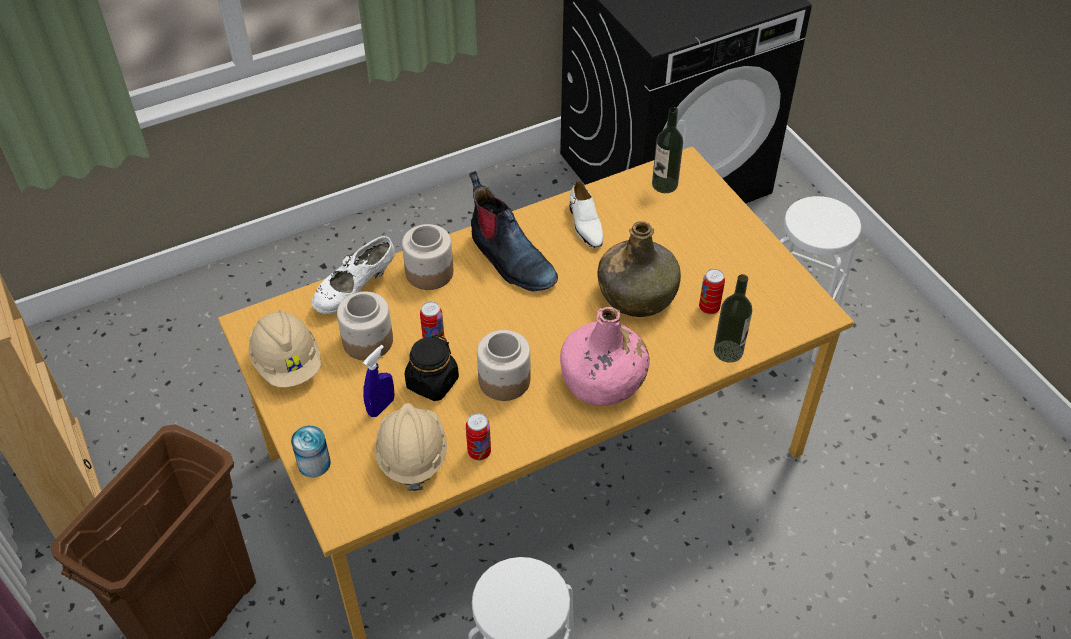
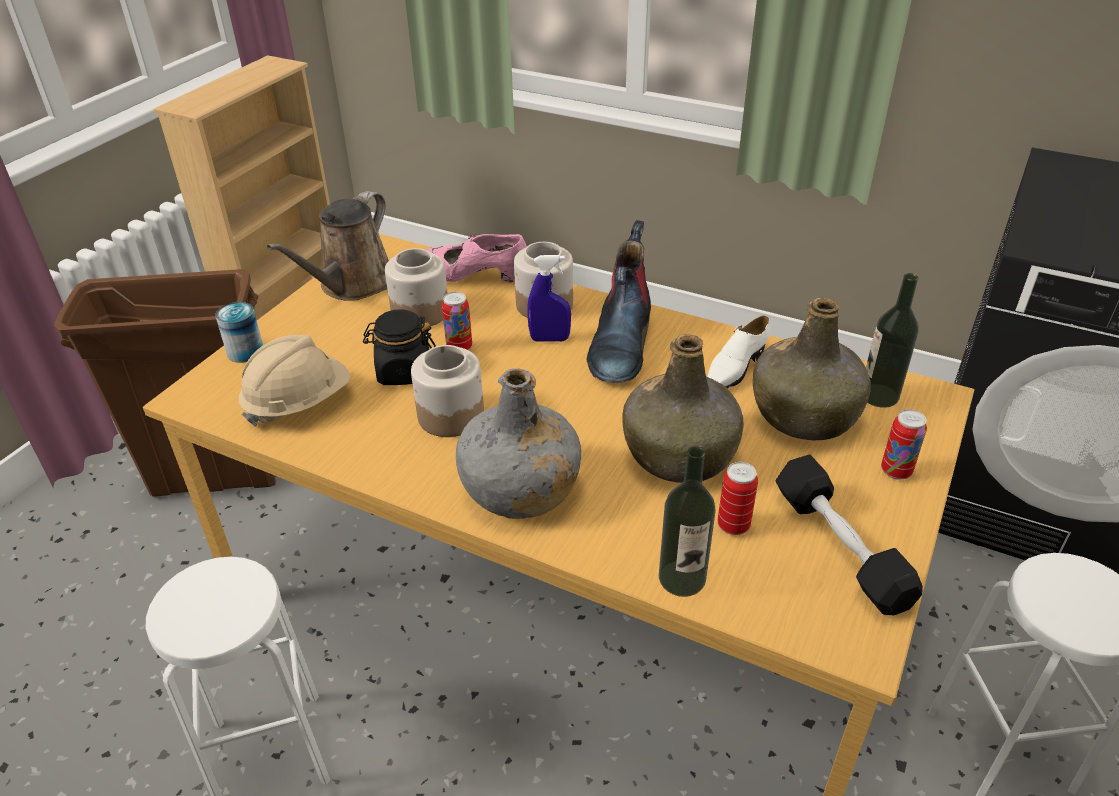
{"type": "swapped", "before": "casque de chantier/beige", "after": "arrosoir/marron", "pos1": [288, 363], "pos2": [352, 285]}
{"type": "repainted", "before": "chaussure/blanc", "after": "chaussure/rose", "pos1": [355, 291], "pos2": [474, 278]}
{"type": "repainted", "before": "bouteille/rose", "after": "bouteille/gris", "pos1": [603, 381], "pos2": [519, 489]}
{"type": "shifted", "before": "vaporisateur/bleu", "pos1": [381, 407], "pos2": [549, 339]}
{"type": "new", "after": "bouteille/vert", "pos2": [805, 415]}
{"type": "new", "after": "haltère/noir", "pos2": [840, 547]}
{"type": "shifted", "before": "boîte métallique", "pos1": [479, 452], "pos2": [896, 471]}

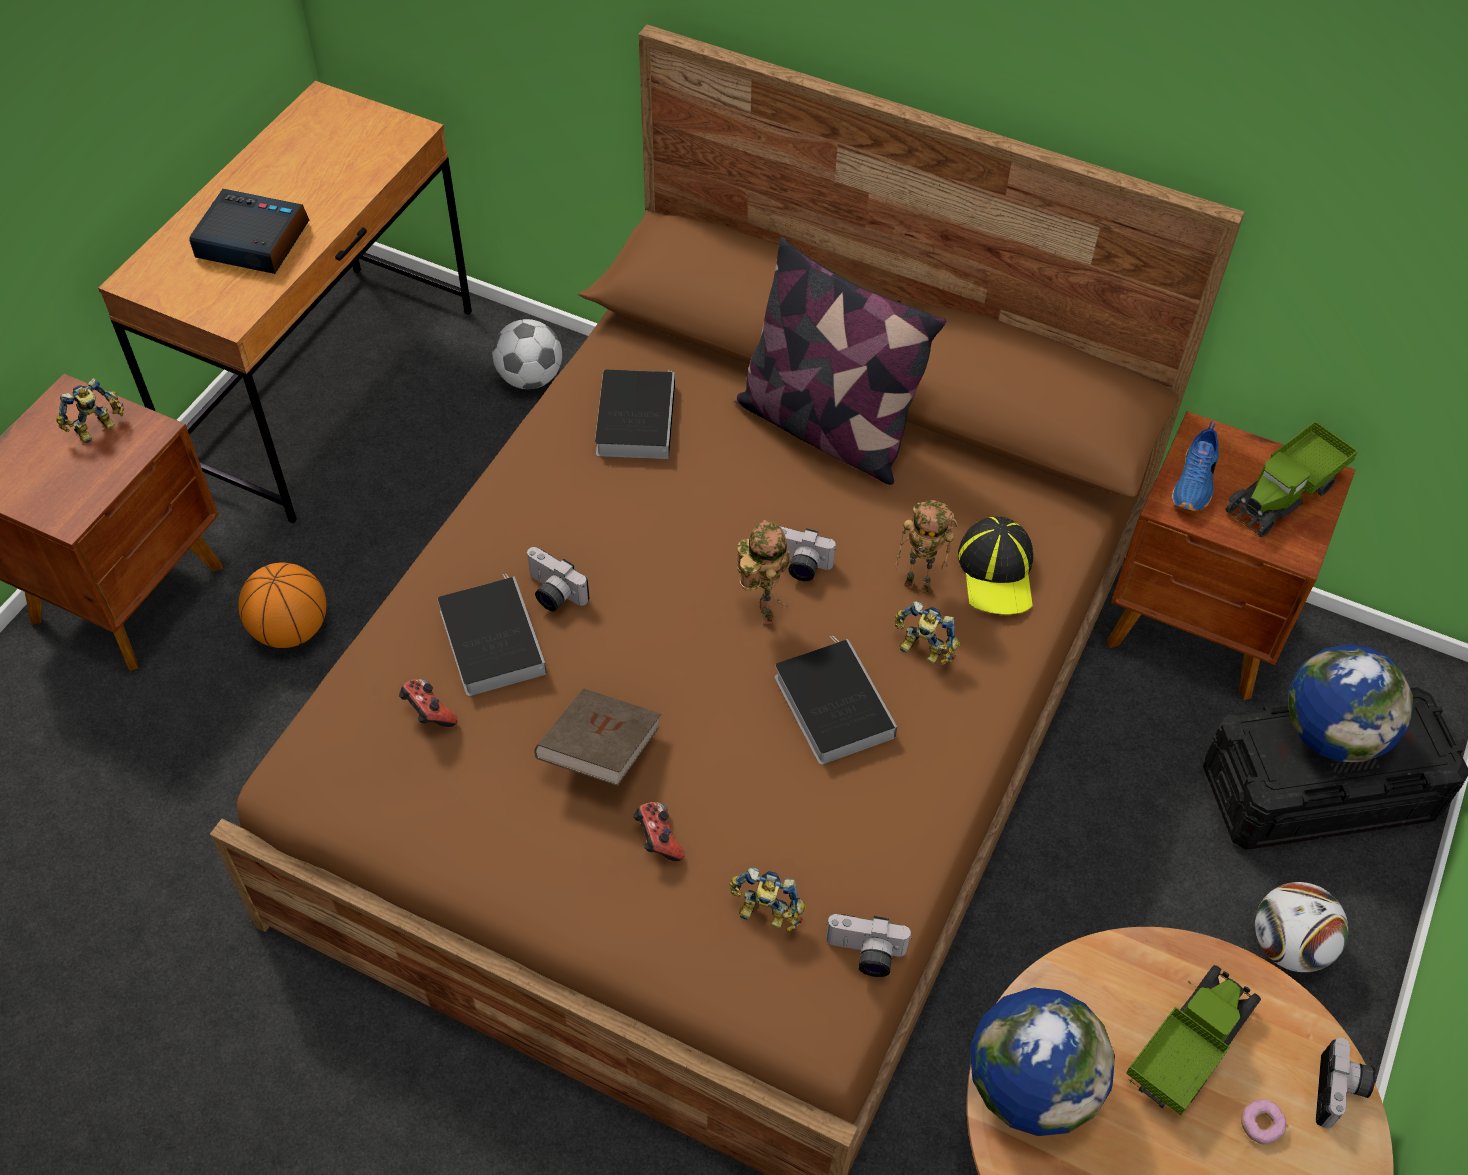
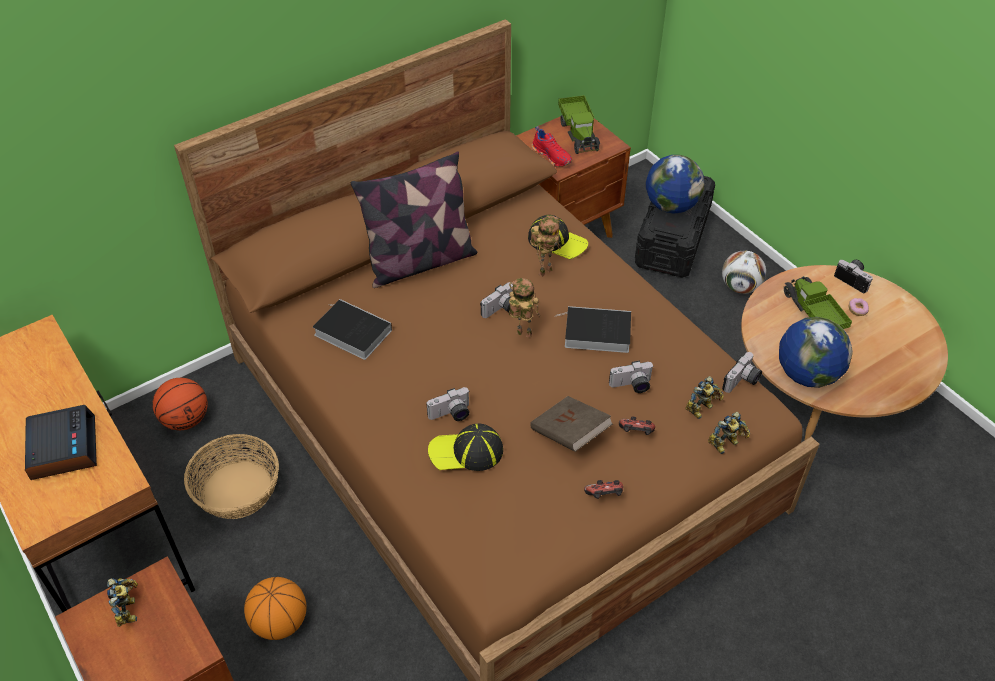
{"type": "rotated", "before": "réveil", "pos1": [251, 241], "pos2": [62, 448], "turn": 120}
{"type": "swapped", "before": "ballon de foot", "after": "ballon de basket", "pos1": [530, 378], "pos2": [185, 419]}
{"type": "new", "after": "panier", "pos2": [237, 489]}
{"type": "swapped", "before": "livre", "after": "casquette", "pos1": [490, 638], "pos2": [466, 452]}
{"type": "repainted", "before": "chaussure/bleu", "after": "chaussure/rouge", "pos1": [1195, 483], "pos2": [552, 156]}
{"type": "shifted", "before": "manette", "pos1": [428, 713], "pos2": [604, 496]}
{"type": "new", "after": "appareil photo", "pos2": [631, 386]}
{"type": "shifted", "before": "robot jouet", "pos1": [922, 651], "pos2": [727, 444]}

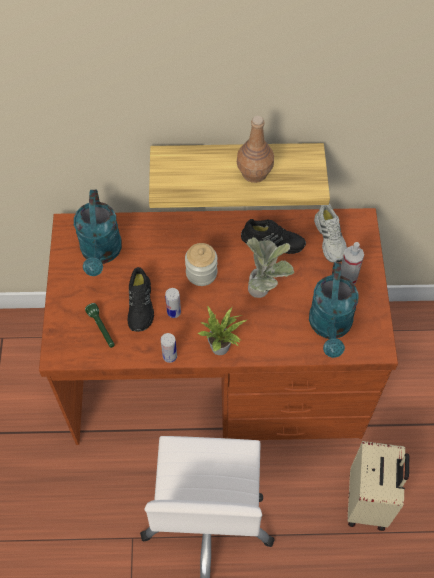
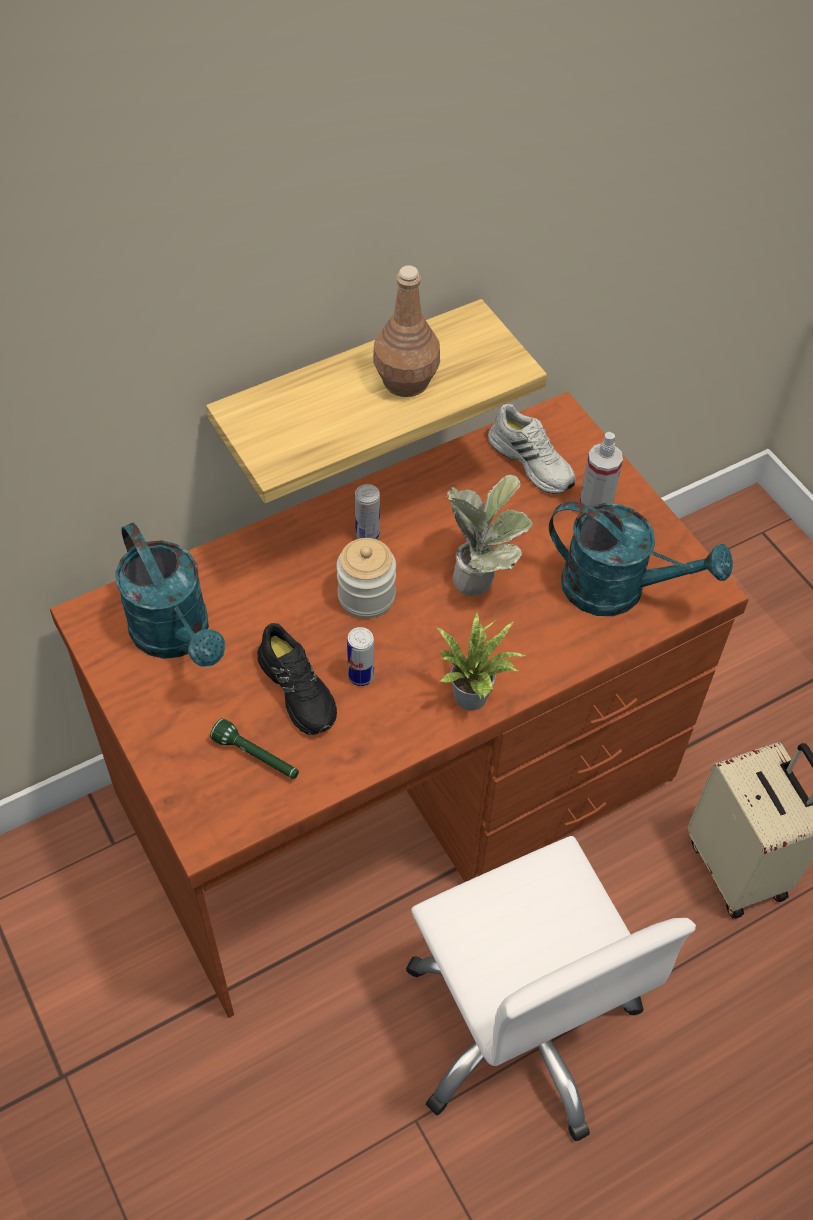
{"type": "shifted", "before": "boîte métallique", "pos1": [170, 356], "pos2": [367, 534]}
{"type": "rotated", "before": "arrosoir/turquoise", "pos1": [330, 327], "pos2": [618, 590], "turn": -45}
{"type": "gone", "before": "chaussure/noir", "pos1": [273, 240]}

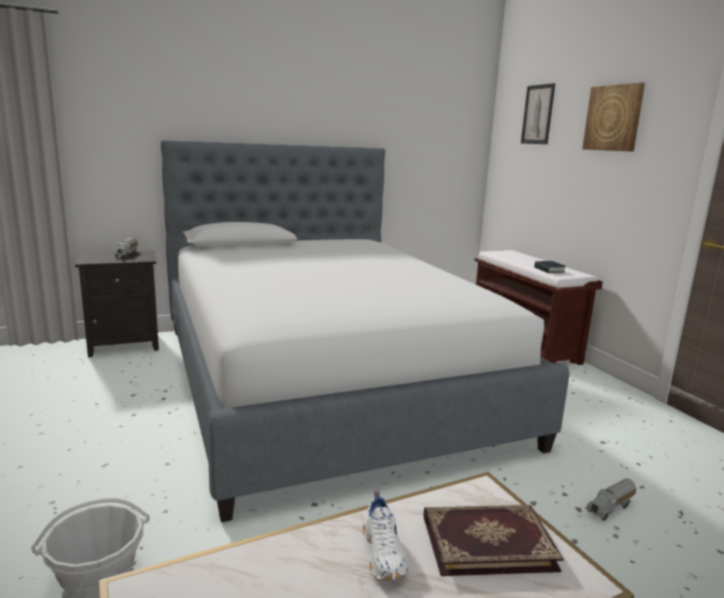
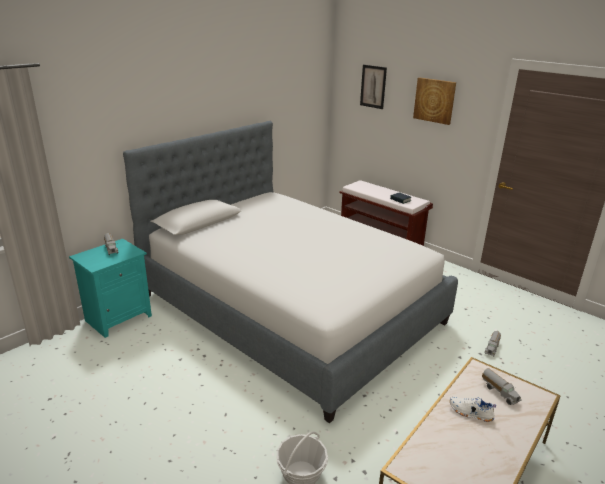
{"type": "repainted", "before": "table de chevet/noir", "after": "table de chevet/turquoise", "pos1": [125, 344], "pos2": [119, 317]}
{"type": "rotated", "before": "chaussure/blanc", "pos1": [384, 553], "pos2": [470, 413], "turn": 150}
{"type": "swapped", "before": "livre", "after": "camion jouet", "pos1": [487, 541], "pos2": [500, 392]}

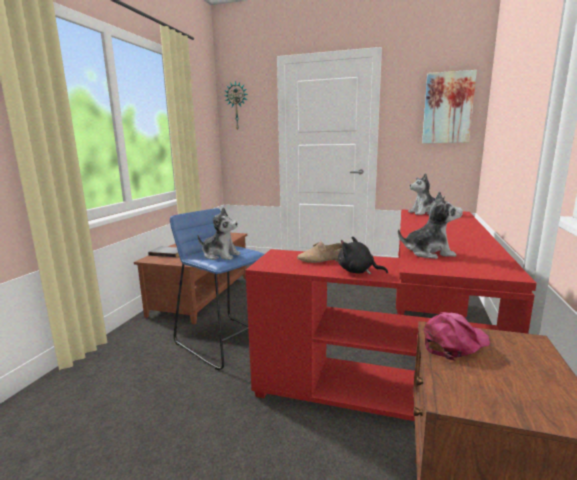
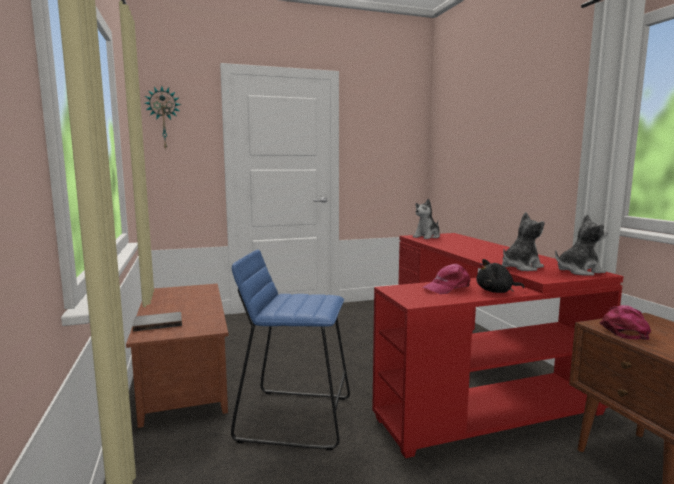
{"type": "swapped", "before": "chaussure/beige", "after": "casquette/rose", "pos1": [323, 260], "pos2": [447, 288]}
{"type": "shifted", "before": "peluche", "pos1": [220, 255], "pos2": [578, 271]}
{"type": "gone", "before": "tableau", "pos1": [447, 108]}

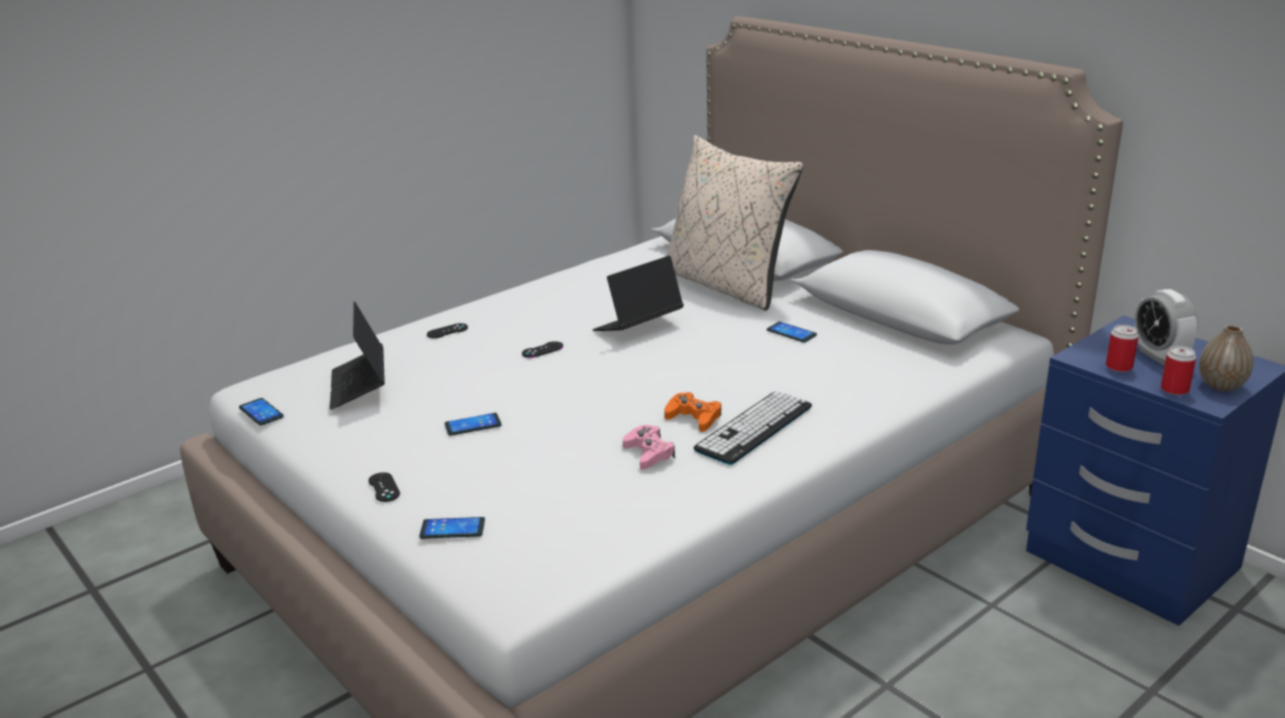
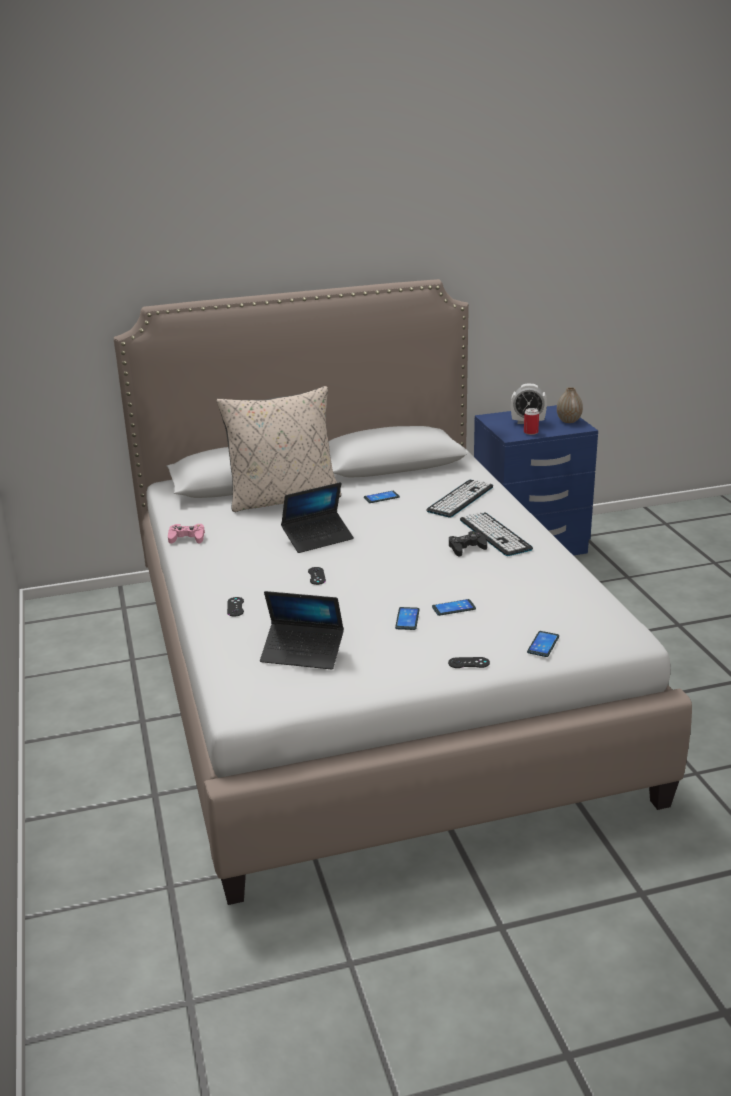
{"type": "shifted", "before": "manette/rose", "pos1": [649, 453], "pos2": [187, 538]}
{"type": "rotated", "before": "ordinateur portable", "pos1": [638, 327], "pos2": [318, 538], "turn": -105}
{"type": "new", "after": "clavier", "pos2": [460, 499]}
{"type": "shifted", "before": "téléphone", "pos1": [261, 412], "pos2": [453, 608]}
{"type": "repainted", "before": "manette/orange", "after": "manette/noir", "pos1": [694, 418], "pos2": [466, 548]}
{"type": "gone", "before": "boîte métallique", "pos1": [1174, 390]}

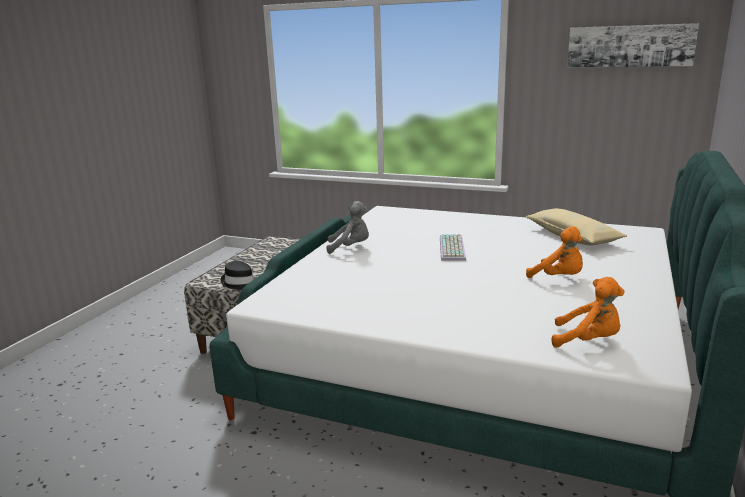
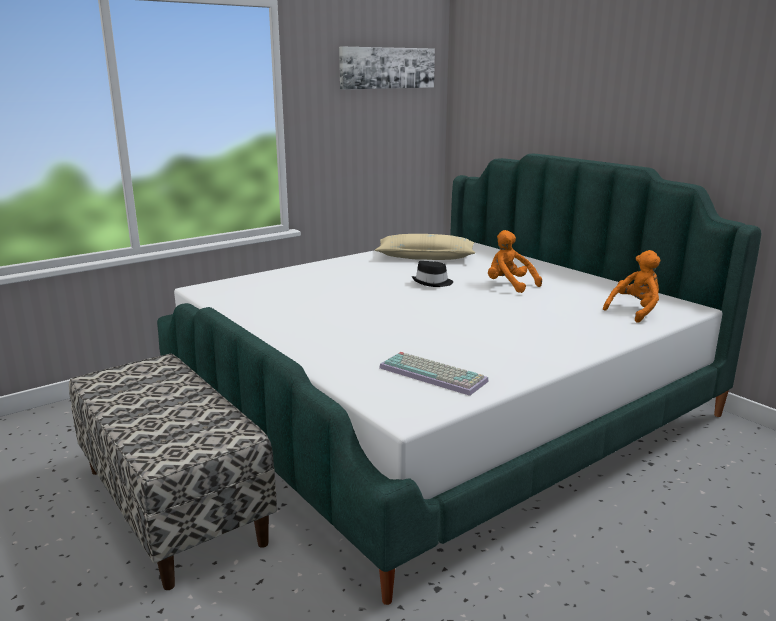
{"type": "shifted", "before": "clavier", "pos1": [453, 249], "pos2": [435, 374]}
{"type": "shifted", "before": "chapeau/noir", "pos1": [240, 283], "pos2": [433, 283]}
{"type": "rotated", "before": "peluche/orange", "pos1": [559, 278], "pos2": [509, 285], "turn": -120}
{"type": "gone", "before": "peluche/gris", "pos1": [350, 247]}

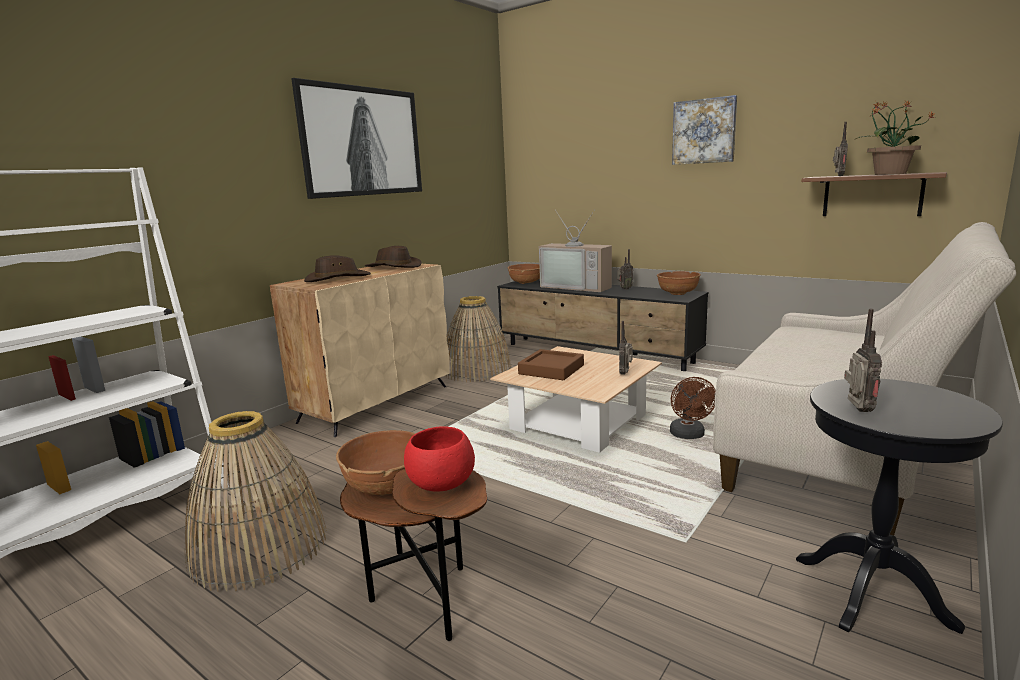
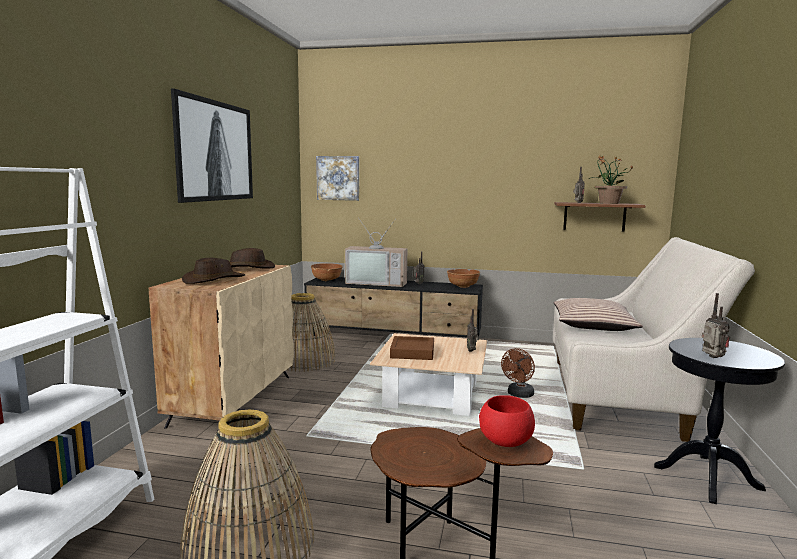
{"type": "shifted", "before": "tableau", "pos1": [704, 131], "pos2": [338, 178]}
{"type": "rotated", "before": "ventilateur/marron", "pos1": [689, 435], "pos2": [519, 395], "turn": 60}
{"type": "new", "after": "coussin", "pos2": [593, 325]}
{"type": "gone", "before": "bol/marron", "pos1": [386, 486]}

